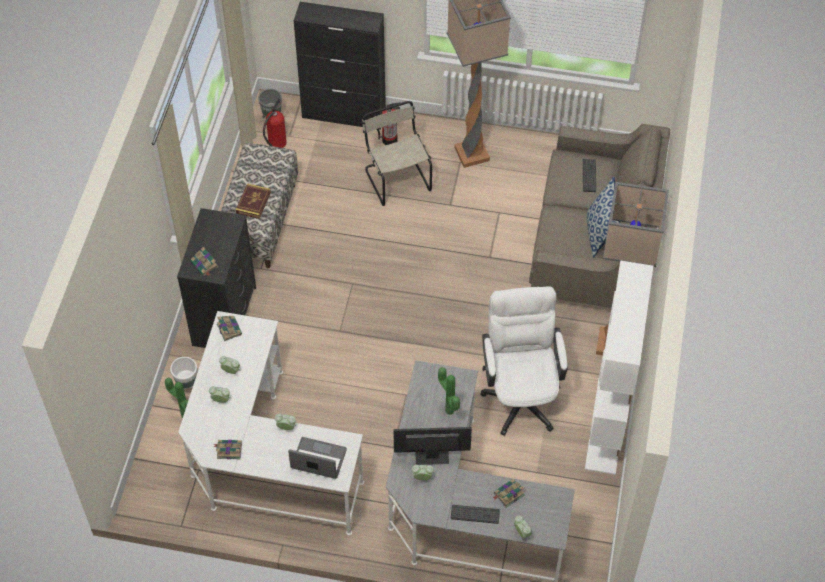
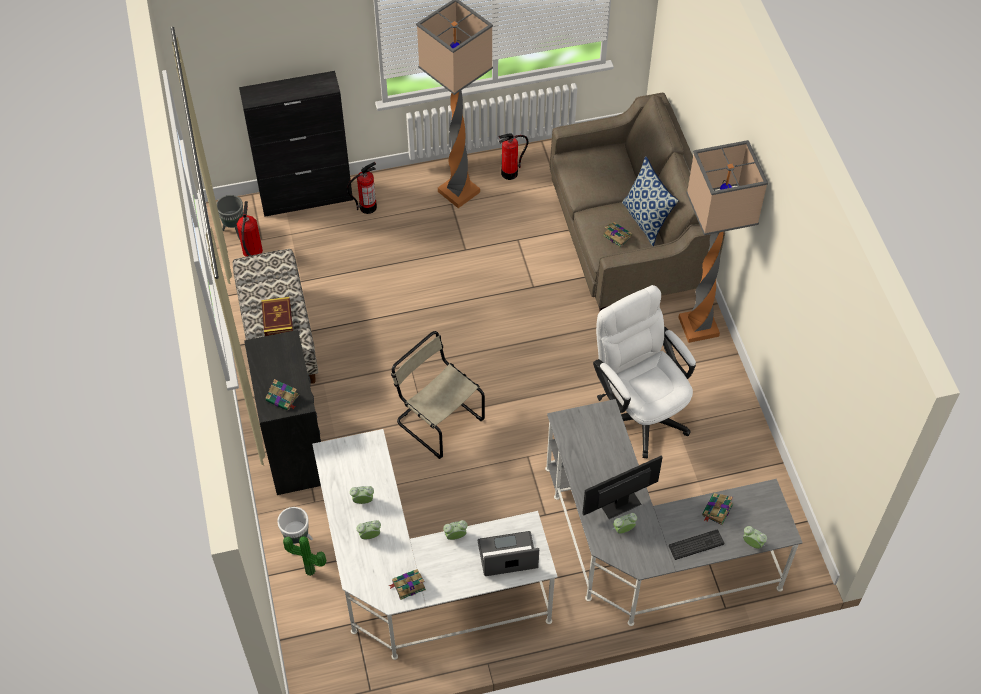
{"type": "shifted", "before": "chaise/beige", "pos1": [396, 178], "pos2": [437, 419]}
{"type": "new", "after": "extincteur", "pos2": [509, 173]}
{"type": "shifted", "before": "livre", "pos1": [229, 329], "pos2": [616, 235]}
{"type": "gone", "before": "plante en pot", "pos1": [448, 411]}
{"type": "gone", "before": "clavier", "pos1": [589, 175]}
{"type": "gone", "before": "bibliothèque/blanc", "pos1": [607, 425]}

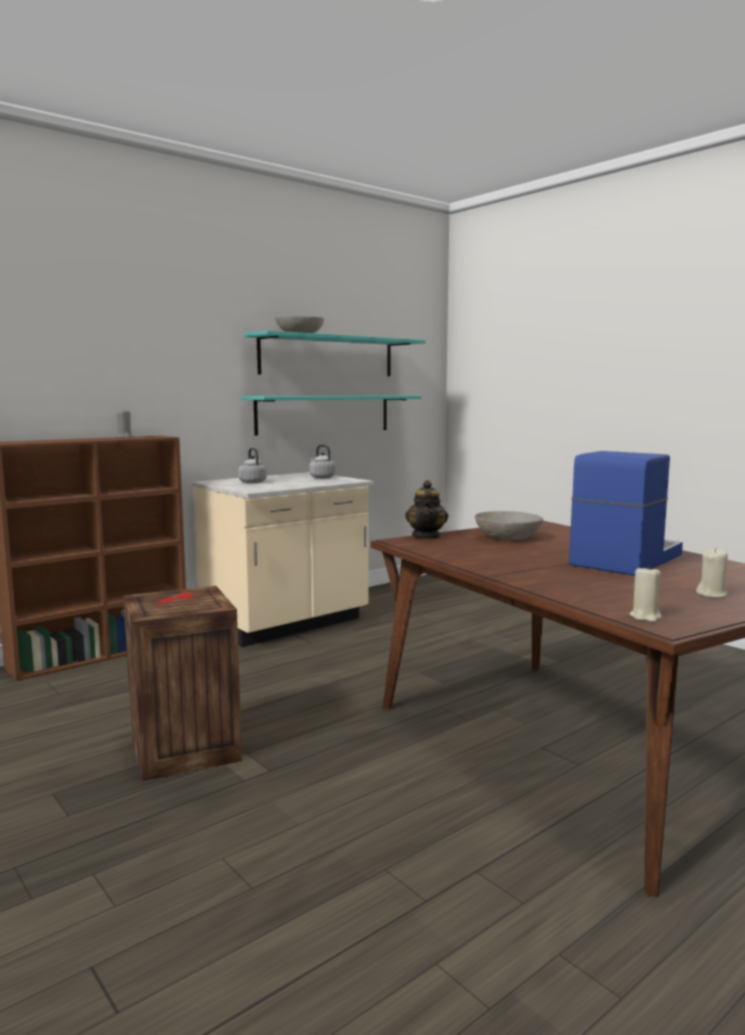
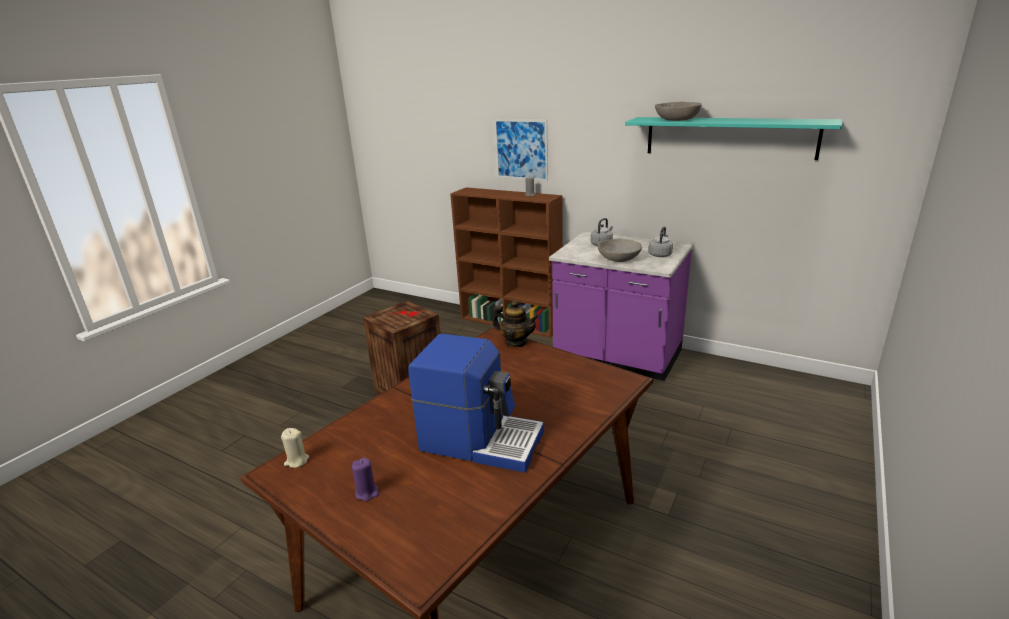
{"type": "repainted", "before": "bougie/beige", "after": "bougie/violet", "pos1": [712, 594], "pos2": [367, 492]}
{"type": "rotated", "before": "théière", "pos1": [426, 536], "pos2": [516, 342], "turn": -135}
{"type": "new", "after": "tableau", "pos2": [521, 149]}
{"type": "repainted", "before": "comptoir de cuisine/beige", "after": "comptoir de cuisine/violet", "pos1": [286, 623], "pos2": [617, 357]}
{"type": "shifted", "before": "bol/gris", "pos1": [508, 538], "pos2": [618, 259]}
{"type": "gone", "before": "étagère/turquoise", "pos1": [324, 414]}

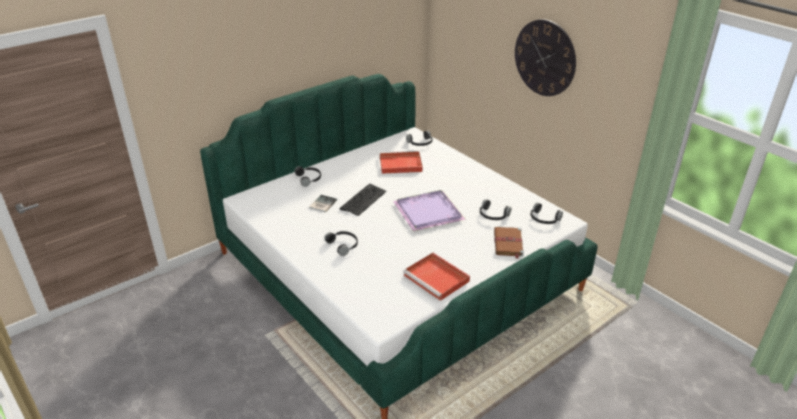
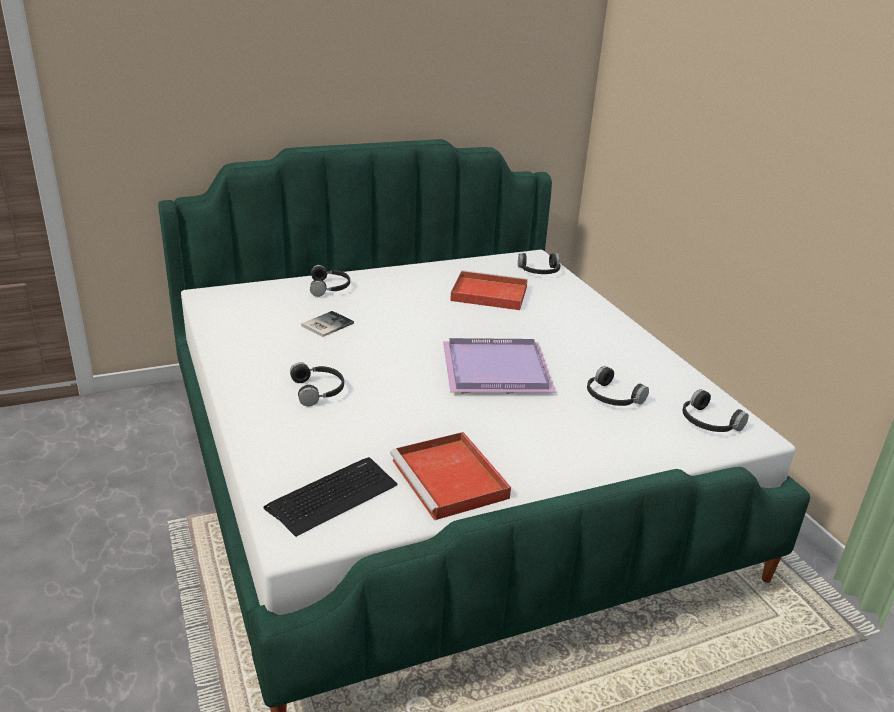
{"type": "shifted", "before": "clavier", "pos1": [363, 200], "pos2": [332, 496]}
{"type": "gone", "before": "livre/marron", "pos1": [508, 243]}
{"type": "gone", "before": "horloge murale", "pos1": [544, 58]}

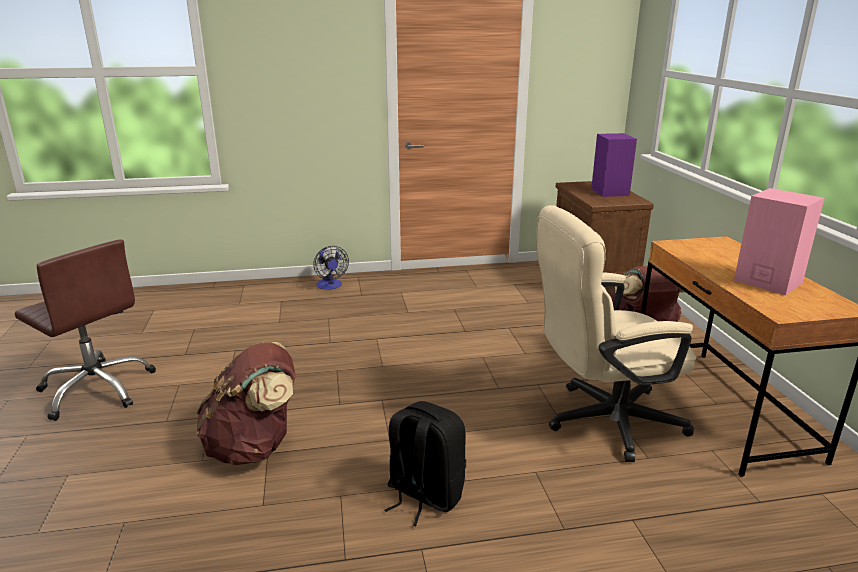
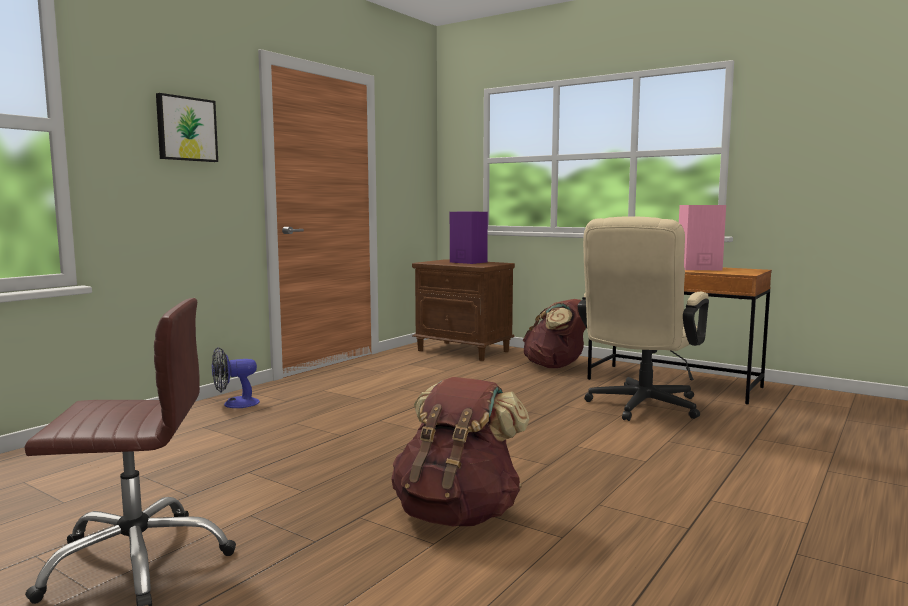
{"type": "new", "after": "tableau", "pos2": [186, 129]}
{"type": "rotated", "before": "ventilateur", "pos1": [330, 286], "pos2": [234, 404], "turn": 135}
{"type": "gone", "before": "sac à dos/noir", "pos1": [423, 495]}

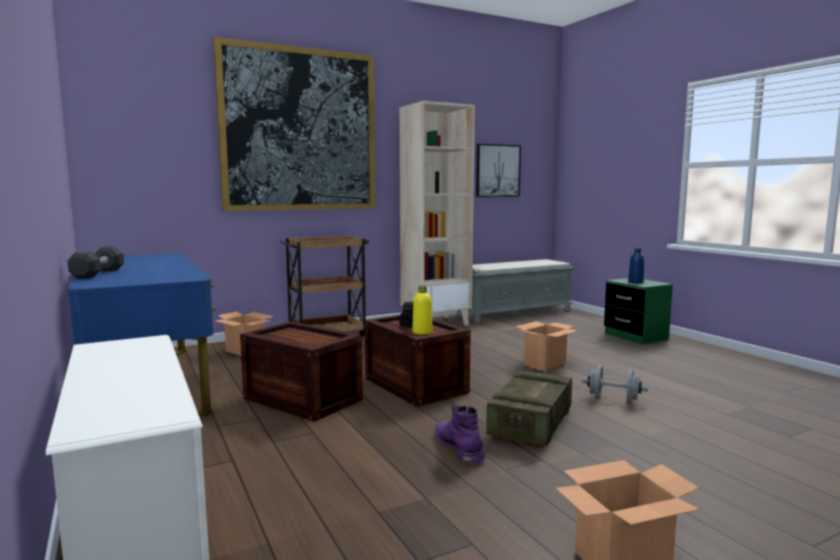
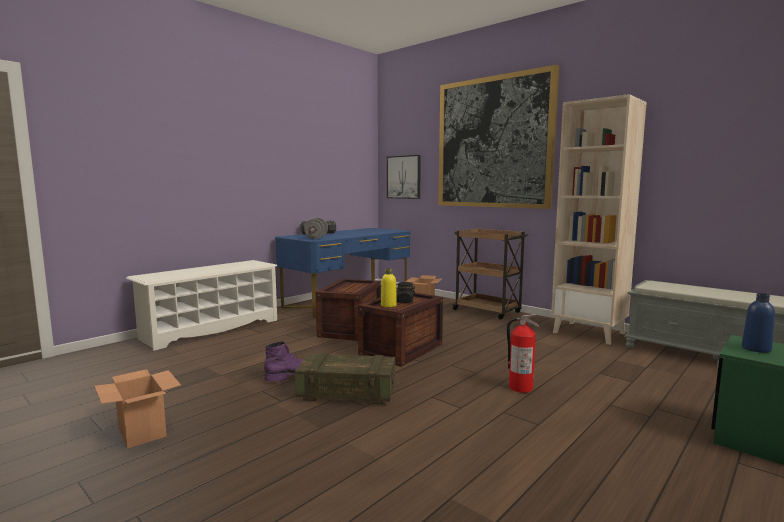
{"type": "shifted", "before": "haltère/gris", "pos1": [613, 400], "pos2": [316, 238]}
{"type": "shifted", "before": "tableau", "pos1": [497, 170], "pos2": [404, 177]}
{"type": "swapped", "before": "carton", "after": "extincteur", "pos1": [545, 363], "pos2": [520, 387]}

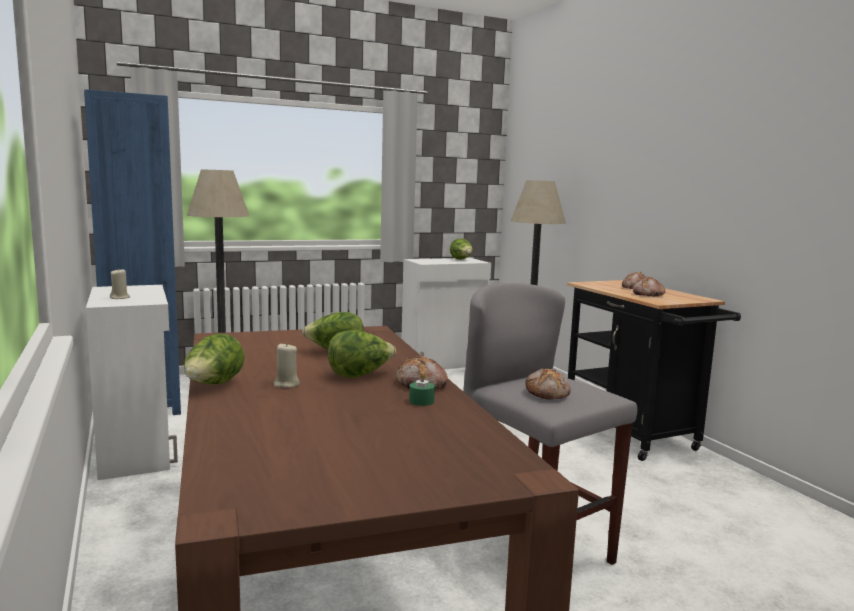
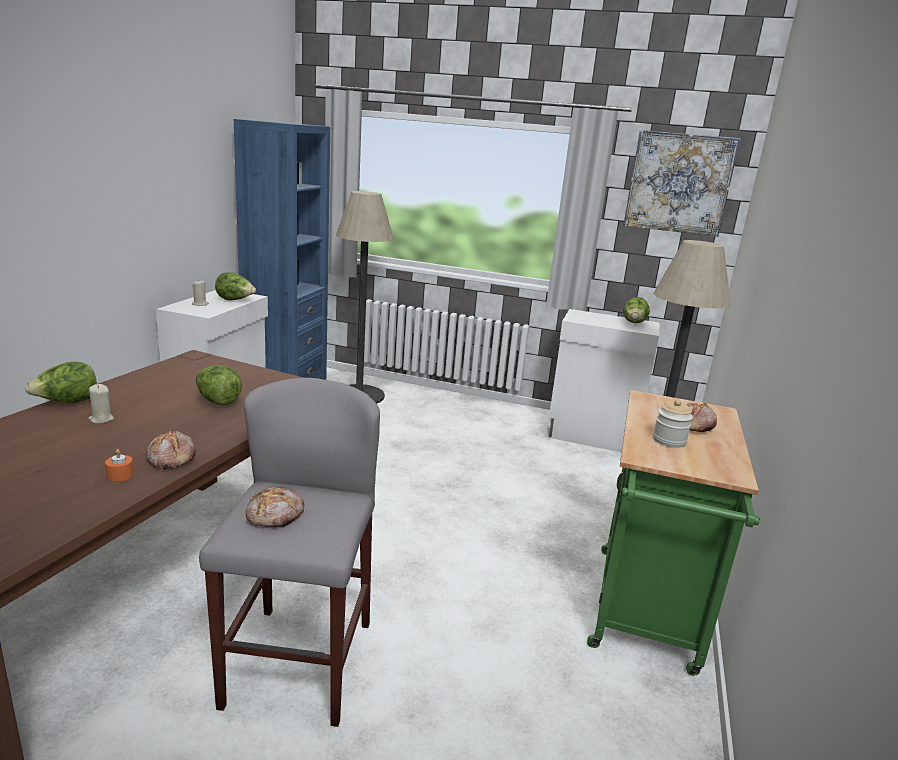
{"type": "repainted", "before": "bougie/vert", "after": "bougie/orange", "pos1": [421, 401], "pos2": [120, 475]}
{"type": "shifted", "before": "laitue", "pos1": [360, 375], "pos2": [235, 300]}
{"type": "repainted", "before": "chariot/noir", "after": "chariot/vert", "pos1": [635, 436], "pos2": [645, 615]}
{"type": "new", "after": "tableau", "pos2": [679, 183]}
{"type": "swapped", "before": "pain", "after": "bocal", "pos1": [647, 294], "pos2": [669, 441]}

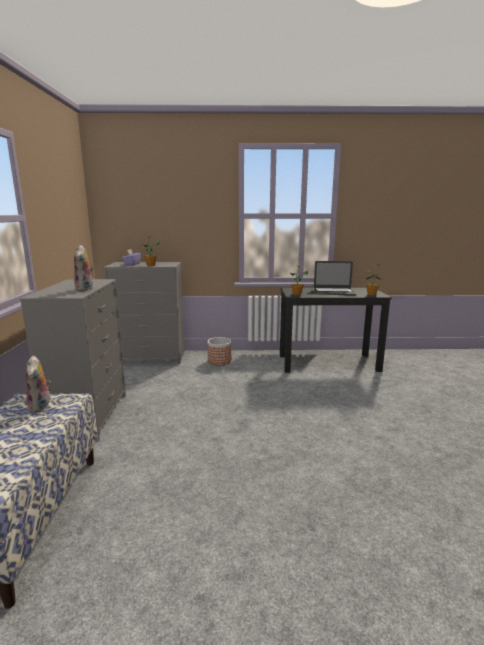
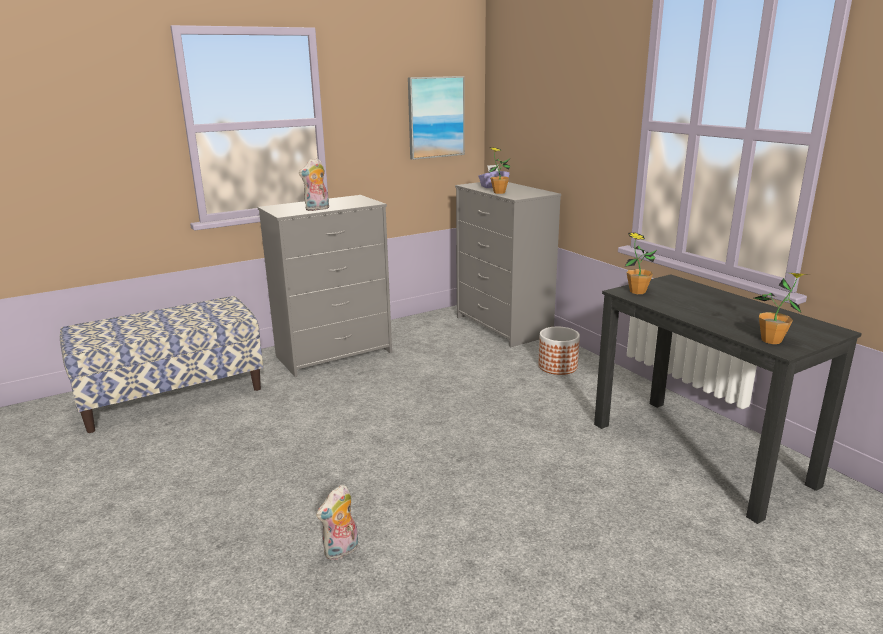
{"type": "shifted", "before": "peluche", "pos1": [41, 406], "pos2": [341, 551]}
{"type": "new", "after": "tableau", "pos2": [435, 117]}
{"type": "gone", "before": "ordinateur portable", "pos1": [333, 291]}

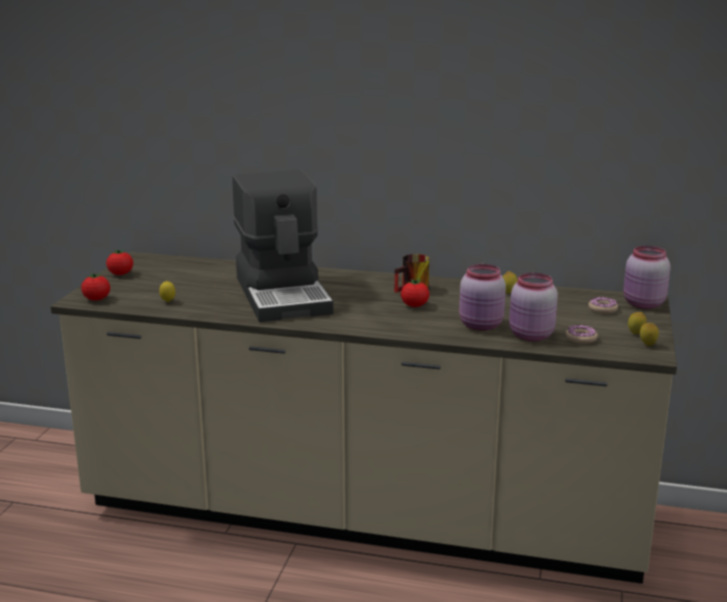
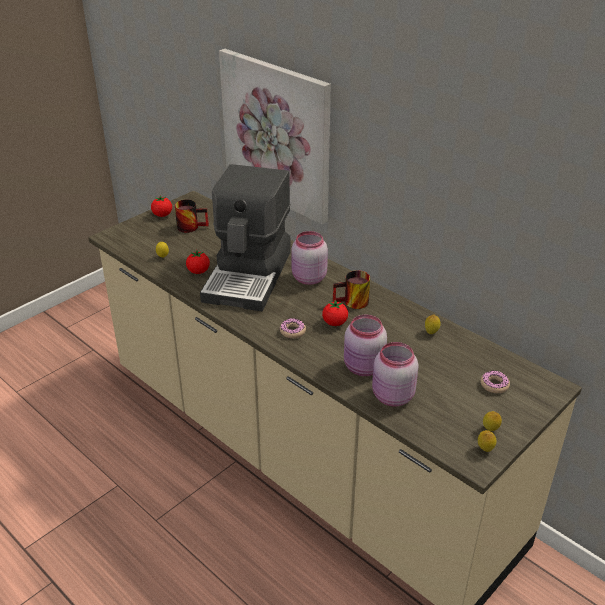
{"type": "new", "after": "mug", "pos2": [192, 226]}
{"type": "shifted", "before": "tomate", "pos1": [97, 299], "pos2": [198, 271]}
{"type": "new", "after": "tableau", "pos2": [277, 134]}
{"type": "shifted", "before": "beignet", "pos1": [581, 338], "pos2": [292, 331]}
{"type": "shifted", "before": "bocal/rose", "pos1": [643, 304], "pos2": [308, 278]}

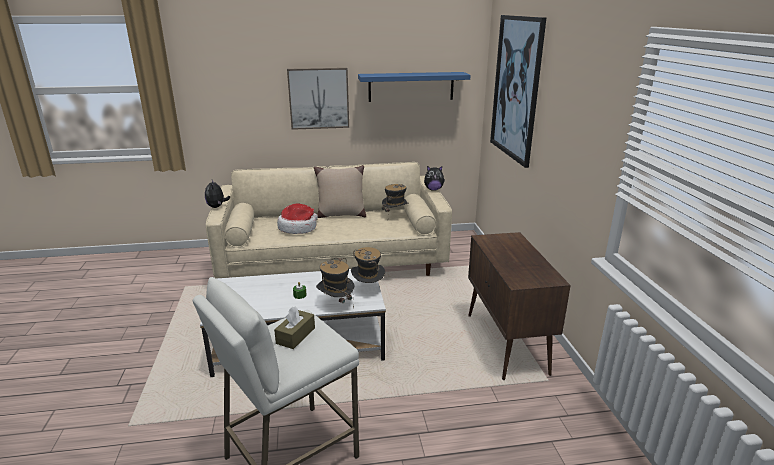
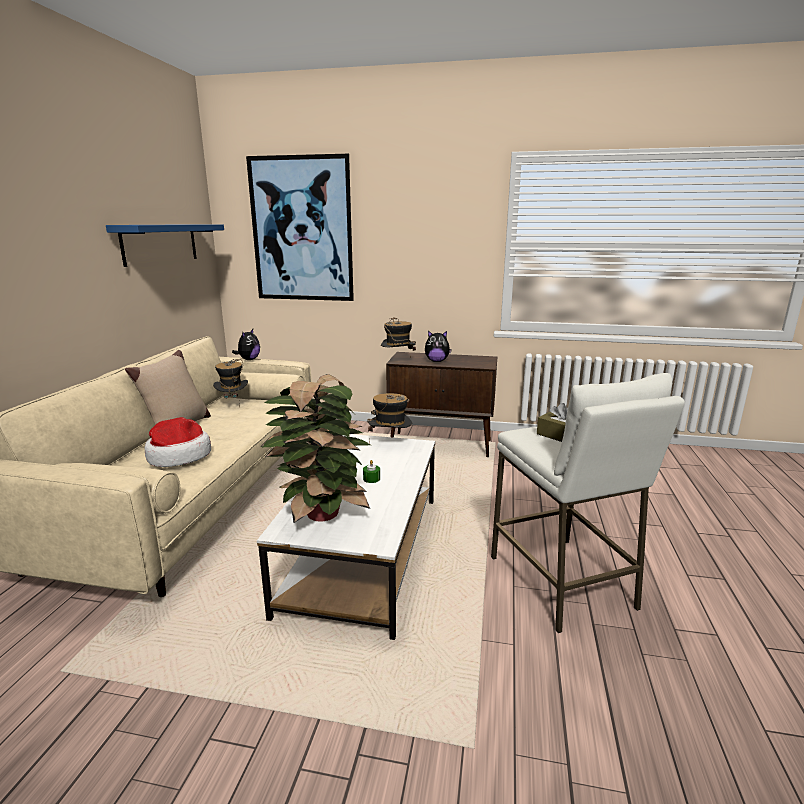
{"type": "new", "after": "plante en pot", "pos2": [320, 515]}
{"type": "shifted", "before": "chapeau", "pos1": [336, 304], "pos2": [398, 361]}
{"type": "shifted", "before": "peluche", "pos1": [217, 207], "pos2": [437, 361]}
{"type": "gone", "before": "tableau", "pos1": [319, 98]}

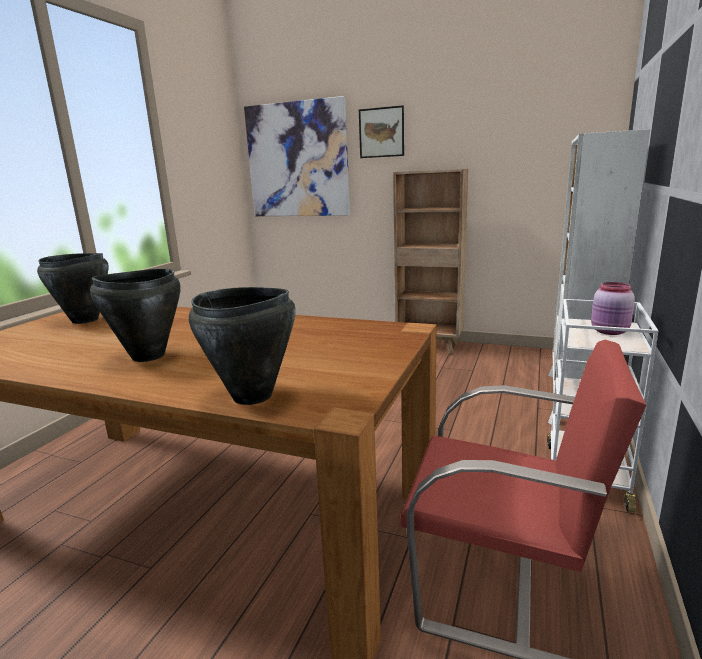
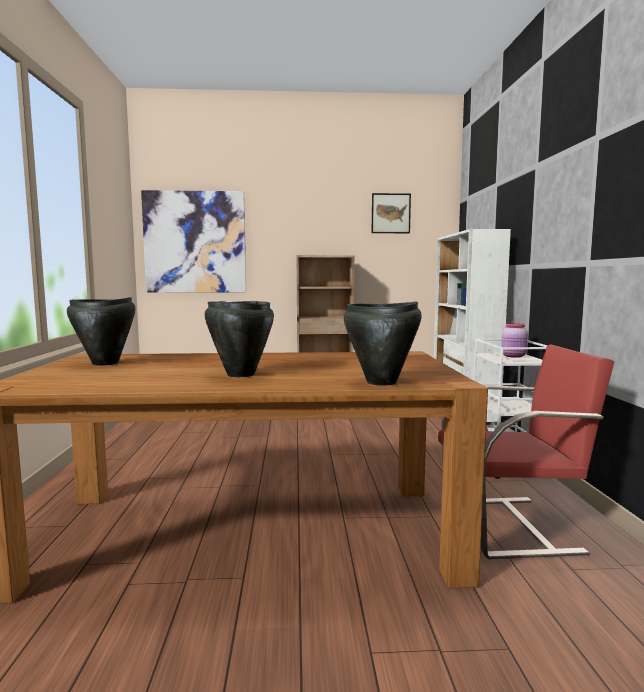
{"type": "shifted", "before": "tableau", "pos1": [381, 132], "pos2": [390, 213]}

